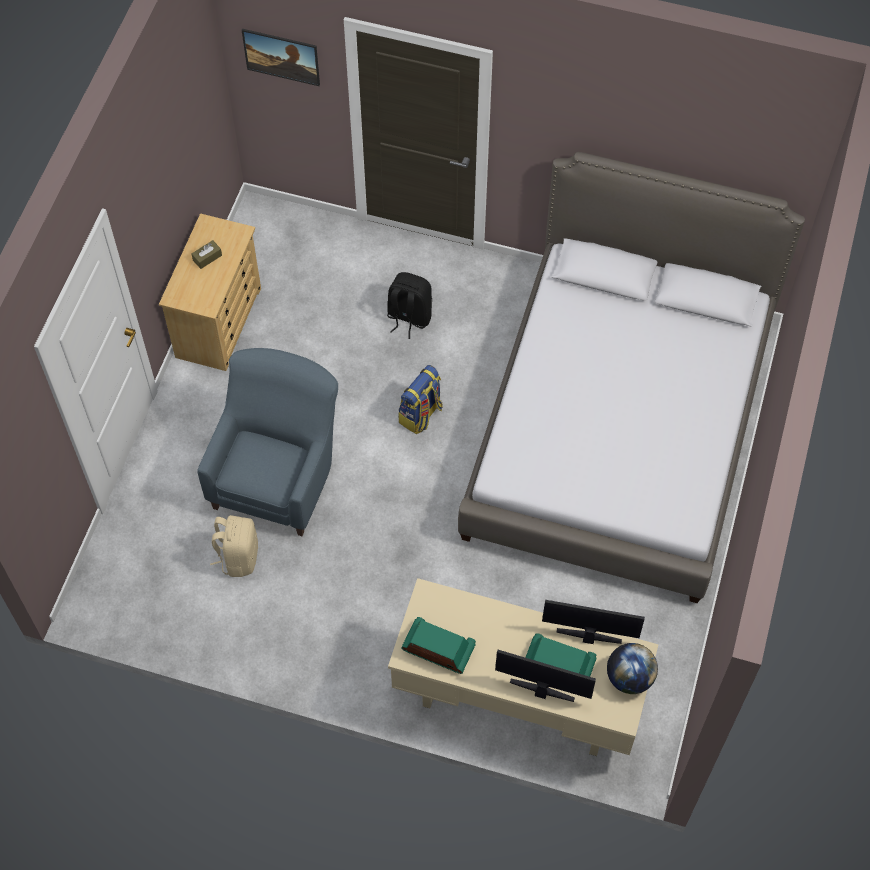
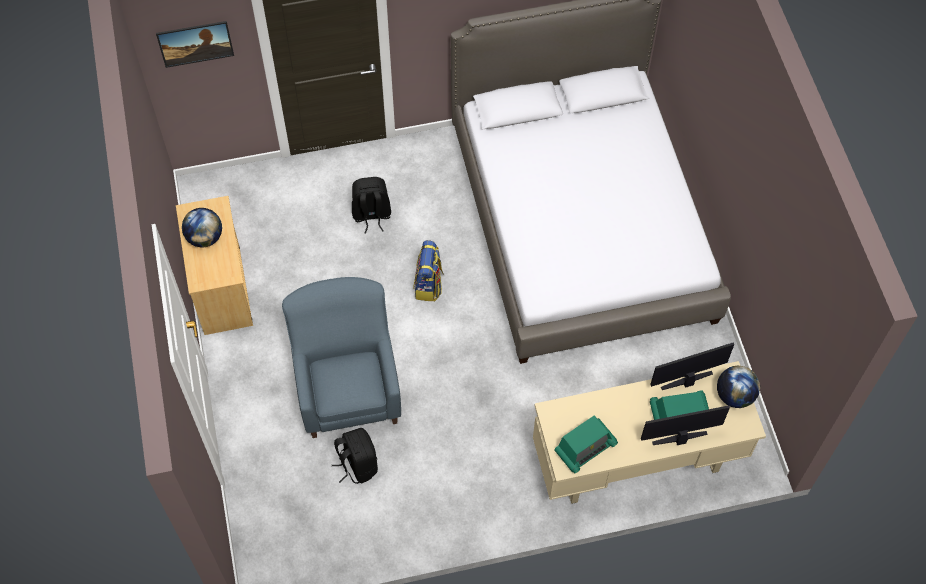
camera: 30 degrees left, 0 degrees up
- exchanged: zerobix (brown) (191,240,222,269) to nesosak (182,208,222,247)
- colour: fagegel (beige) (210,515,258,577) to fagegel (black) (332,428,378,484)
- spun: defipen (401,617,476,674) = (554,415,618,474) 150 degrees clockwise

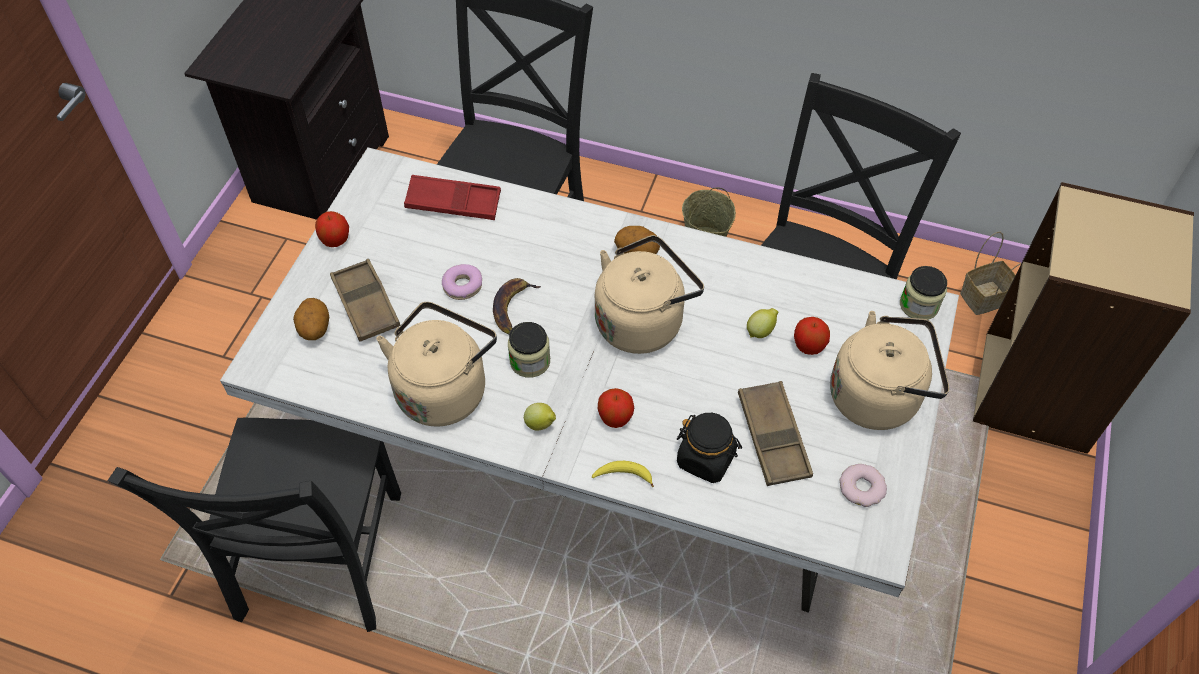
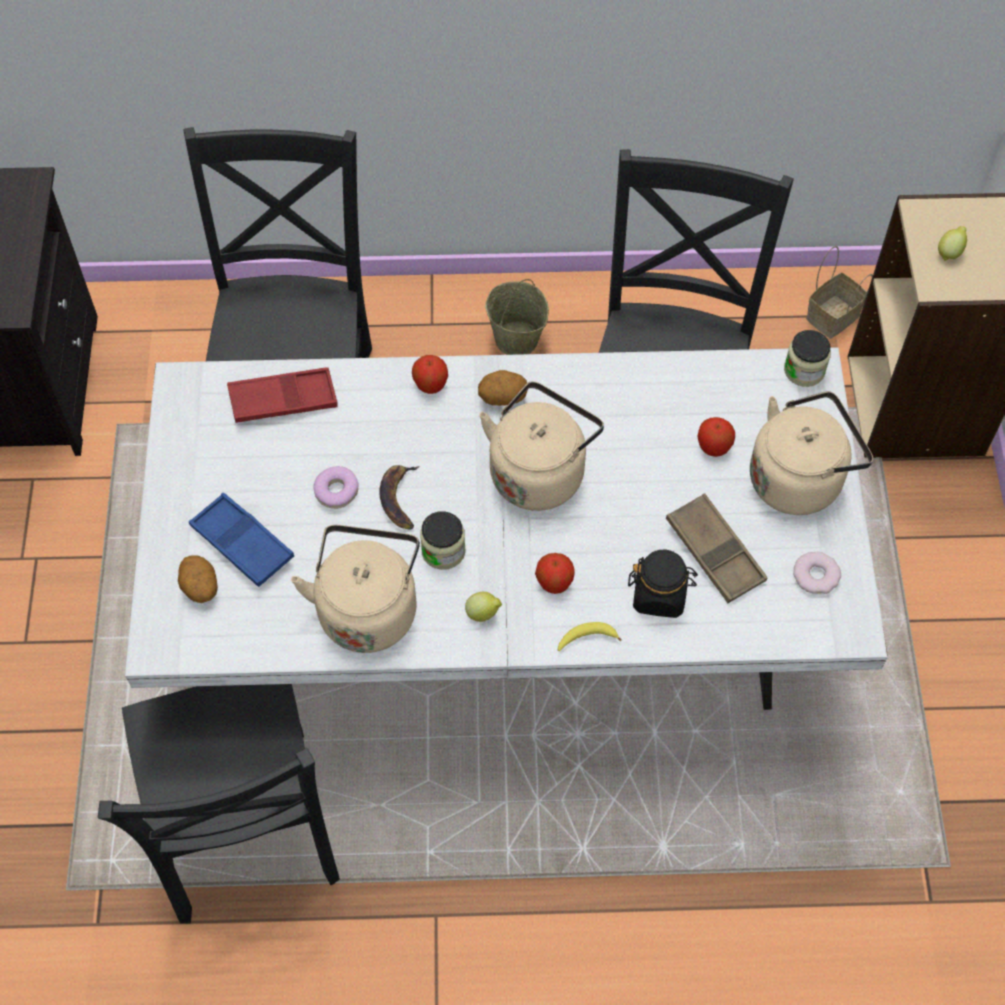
camera: 20 degrees left, 5 degrees up
- relocated: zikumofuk (315,211,349,247) to (412,355,448,394)
- relocated: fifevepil (747,308,778,338) to (938,226,967,261)
- colour: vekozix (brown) (330,259,401,342) to vekozix (blue) (189,493,294,587)

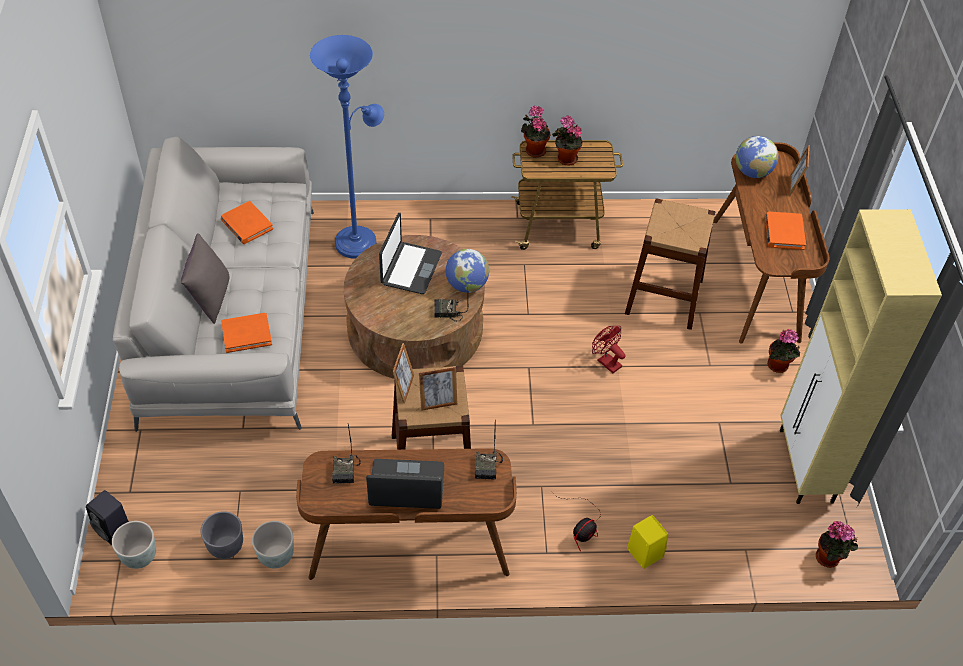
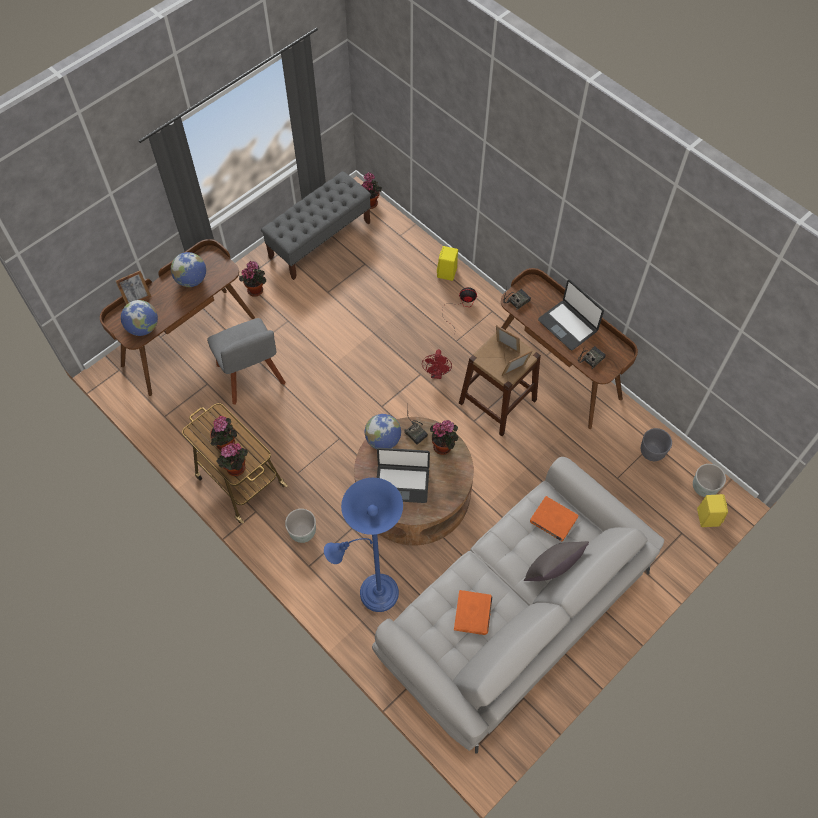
camera: 130 degrees left, 10 degrees up
- appeared: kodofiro (430,420,458,455)
- relocated: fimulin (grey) (252,521,294,568) to (285,509,316,543)
- relocated: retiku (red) (592,326,625,373) to (422,349,452,379)
- exchanged: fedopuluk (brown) (625,198,715,330) to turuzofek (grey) (207,318,286,405)
- exchanged: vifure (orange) (765,212,806,250) to nesosak (171,252,206,287)
- exchanged: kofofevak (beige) (780,209,942,504) to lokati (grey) (261,171,371,280)
- colour: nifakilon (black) (86,490,129,545) to nifakilon (yellow) (697,494,728,527)
- spun: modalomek (379,213,442,294) = (377,448,430,503) 150 degrees counterclockwise

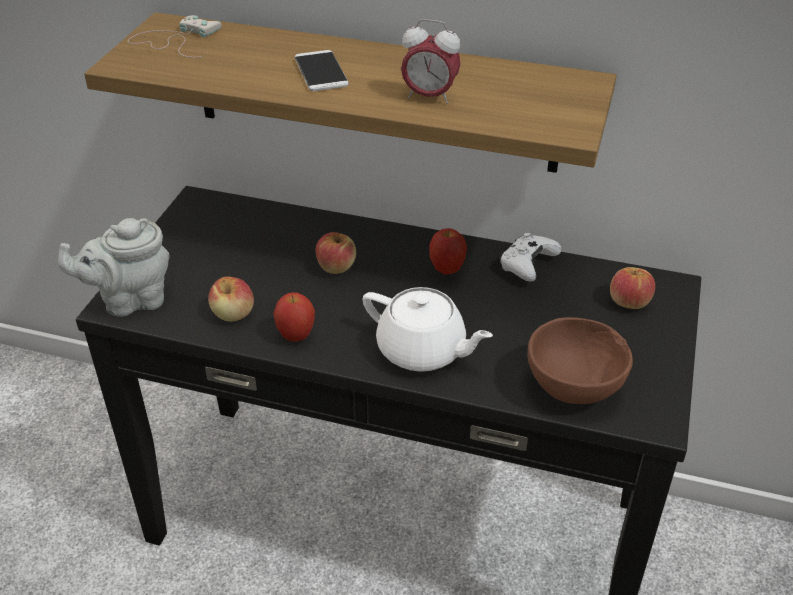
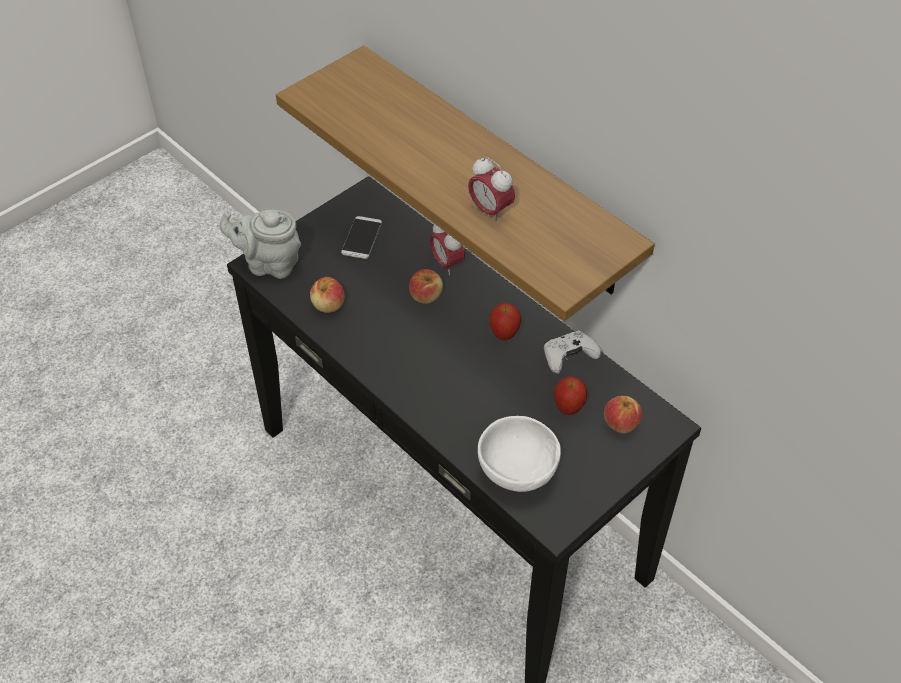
camera: 30 degrees right, 10 degrees up
- missing: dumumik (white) (128,15,222,57)
- missing: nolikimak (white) (362,287,493,372)
- appeared: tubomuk (430,224,465,275)
- relocated: zikumofuk (274,292,315,342) to (554,376,588,415)
- relocated: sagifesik (295,50,349,91) to (341,216,382,259)
- colour: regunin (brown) (528,317,633,404) to regunin (white) (478,416,561,492)

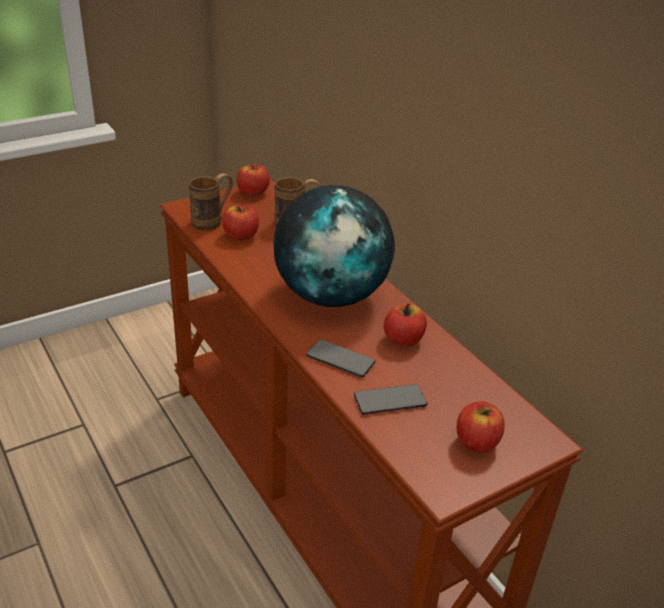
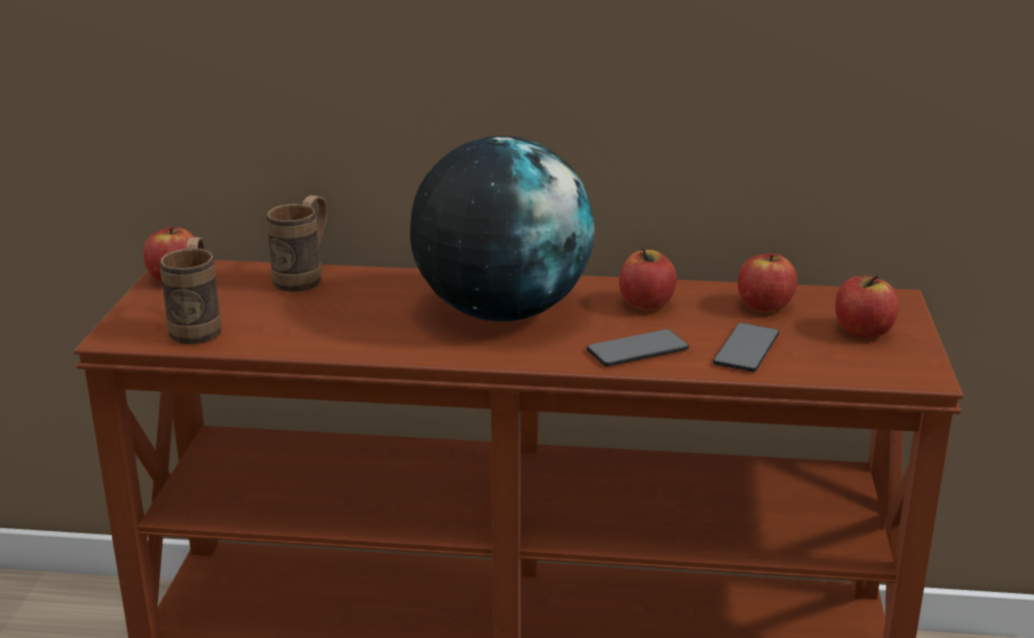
camera: 50 degrees left, 10 degrees down
- relocated: zikumofuk (222,205,259,240) to (738,253,797,313)

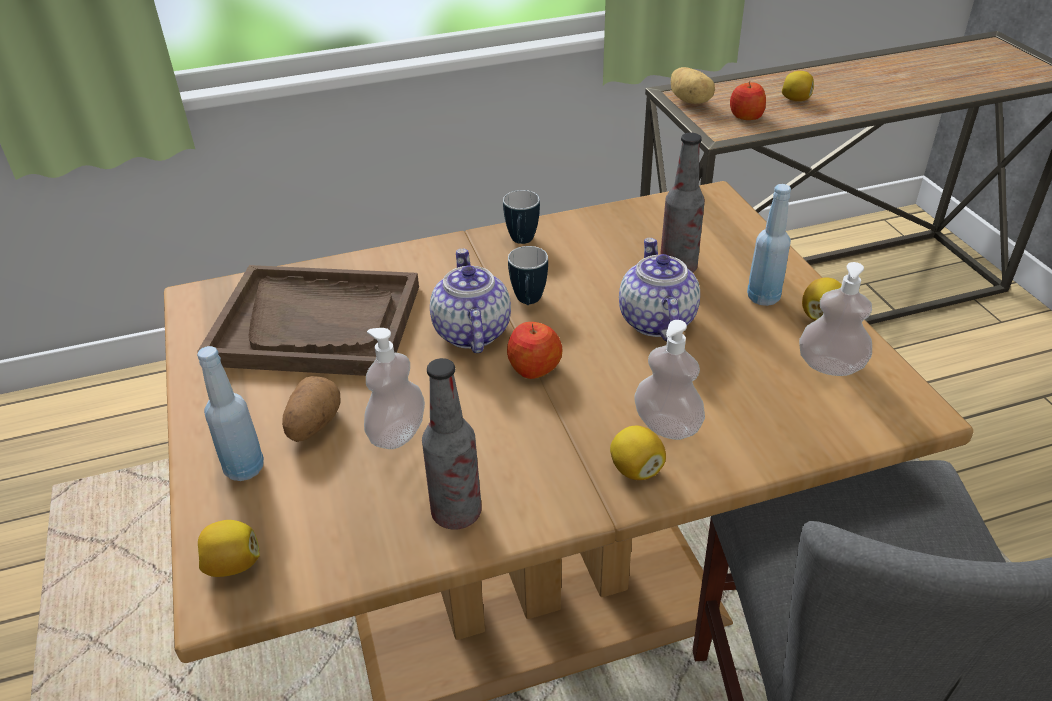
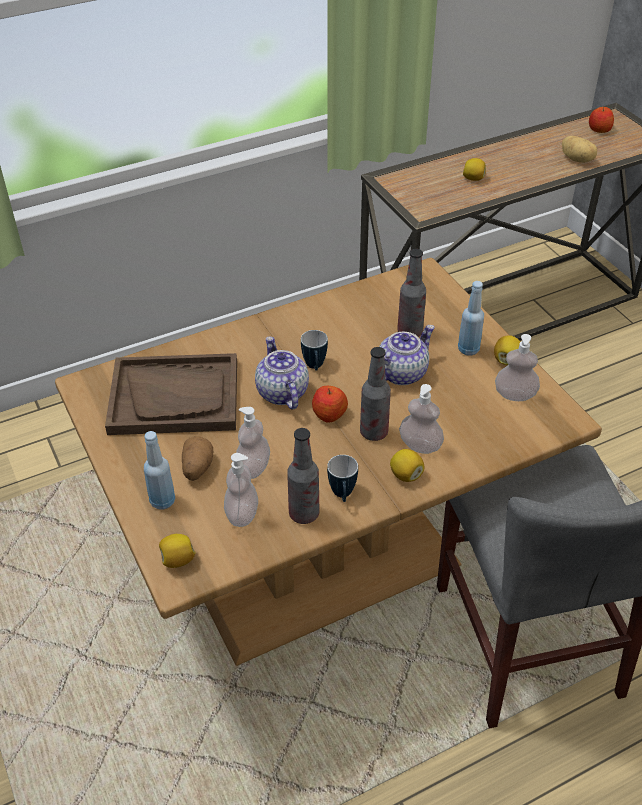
camera: 10 degrees left, 5 degrees up
- appeared: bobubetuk (224,453,258,527)
- appeared: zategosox (360,347,391,441)
- relocated: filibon (503,190,540,244) to (327,455,358,502)
- relocated: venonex (671,67,715,104) to (562,136,597,163)
- relocated: zikumofuk (730,82,766,120) to (589,107,614,133)
- spun: nolikimak (619,238,700,341) = (379,325,435,385) 60 degrees clockwise

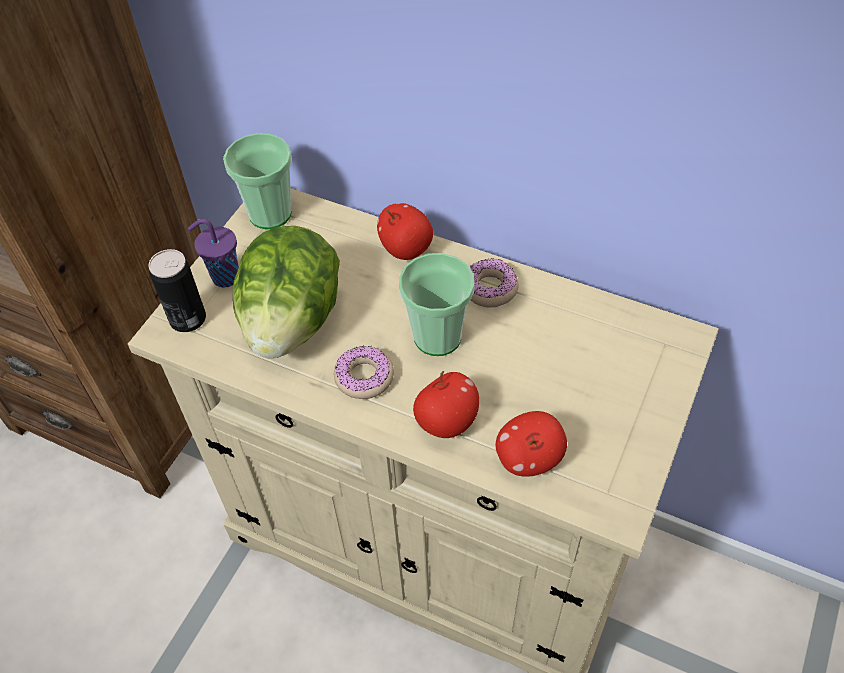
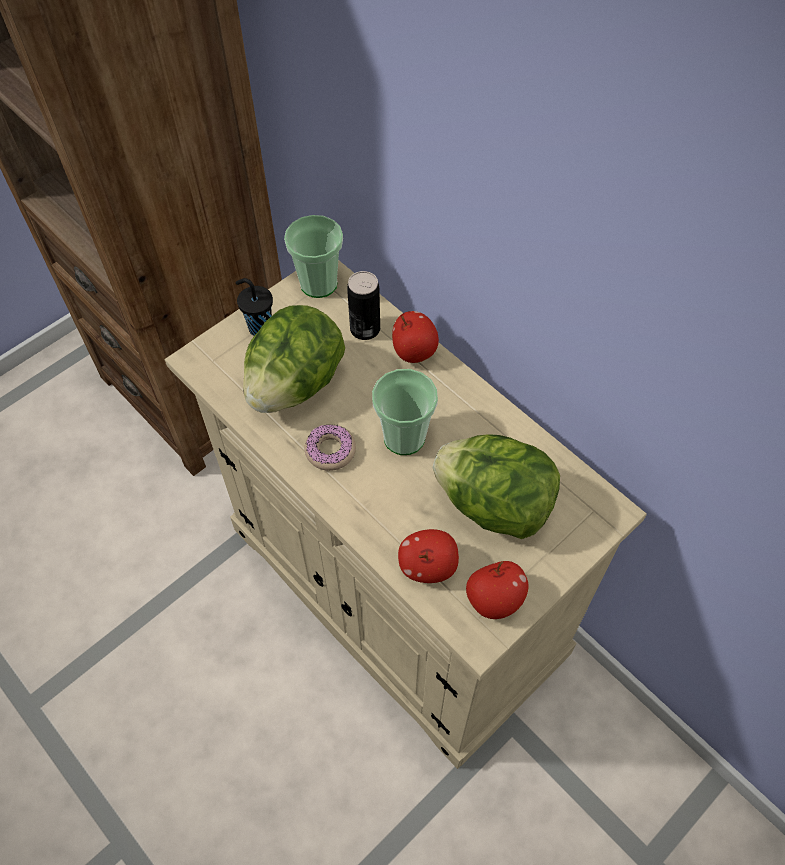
camera: 20 degrees right, 5 degrees up
- missing: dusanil (469,258,519,308)
- appeared: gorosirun (433,434,560,539)
- relocated: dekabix (148,249,206,332) to (347,271,380,340)
- relocated: zikumofuk (413,371,479,438) to (466,561,528,619)
- colour: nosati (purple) (188,219,239,288) to nosati (black) (235,278,273,336)

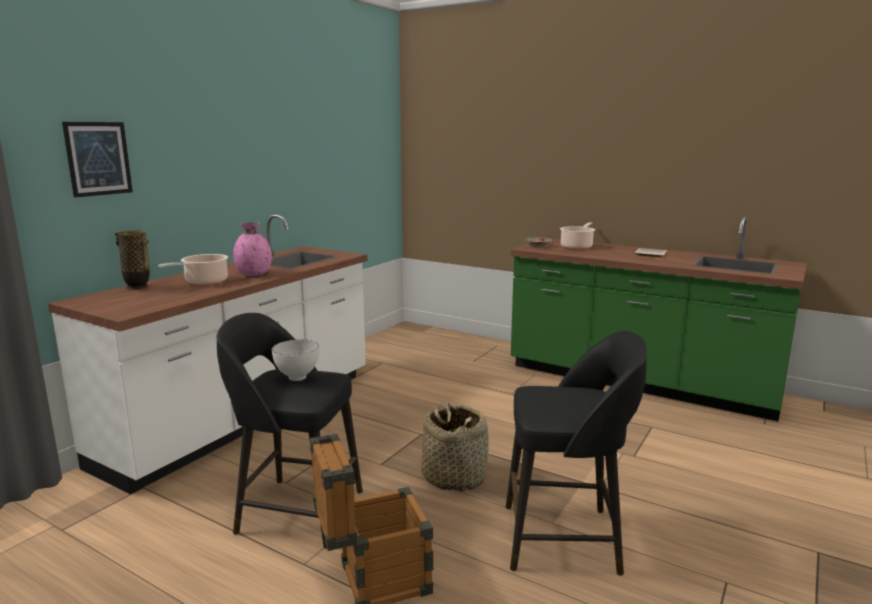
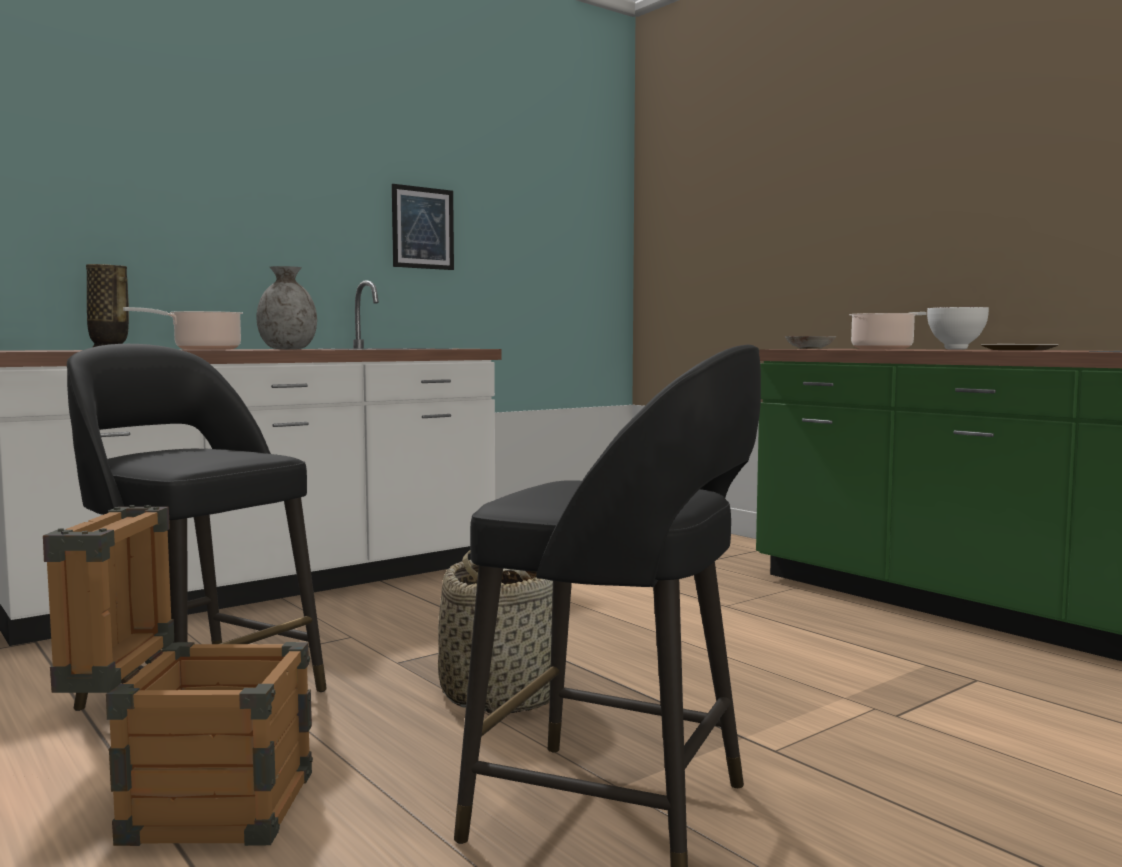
camera: 20 degrees right, 10 degrees down
- relocated: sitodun (62,122,133,198) to (392,184,454,270)
- relocated: regunin (white) (272,340,319,381) to (927,307,989,350)
- colour: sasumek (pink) (233,222,272,276) to sasumek (grey) (256,266,317,349)

